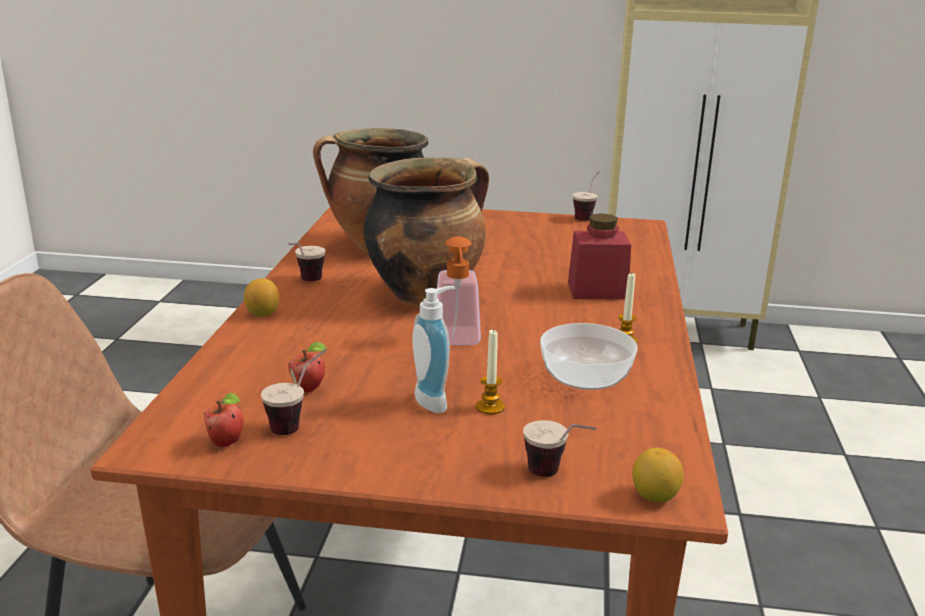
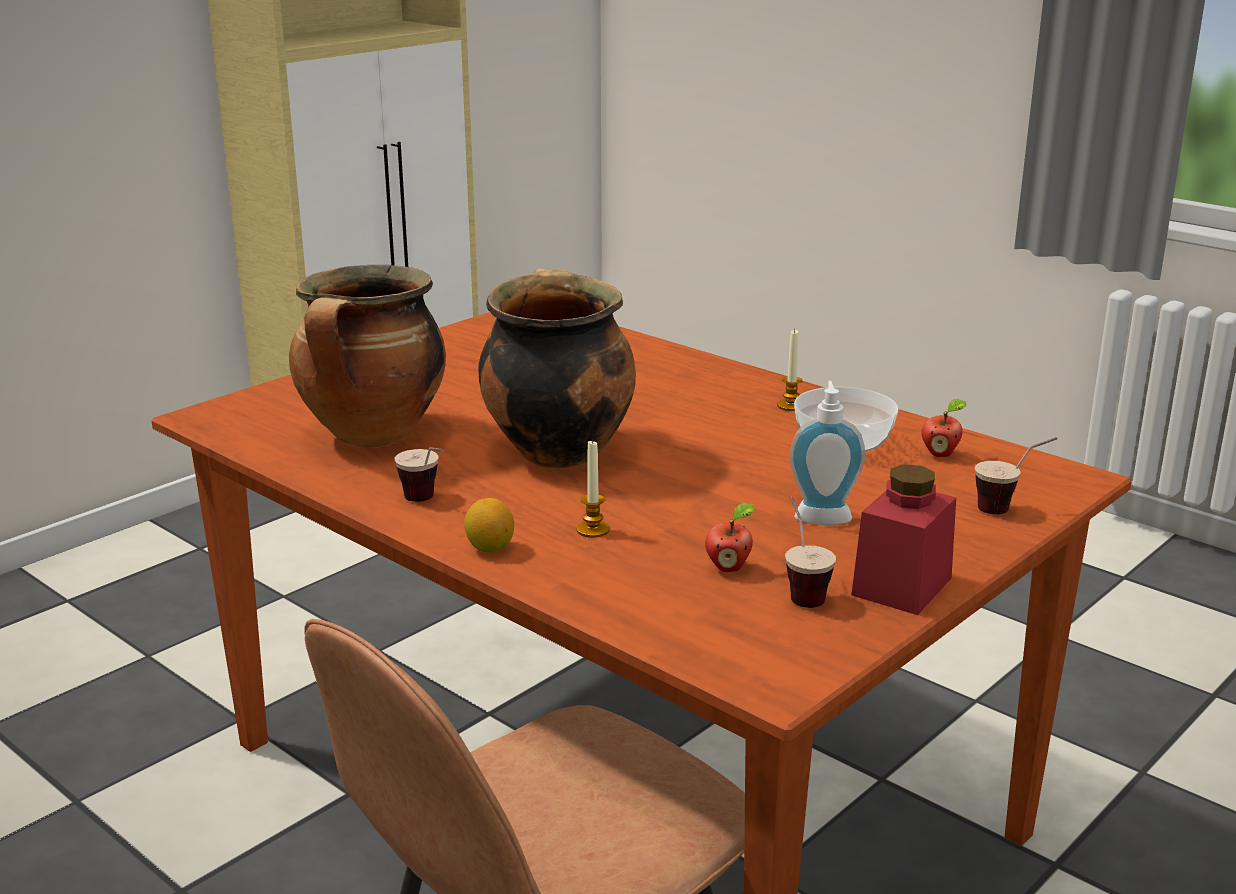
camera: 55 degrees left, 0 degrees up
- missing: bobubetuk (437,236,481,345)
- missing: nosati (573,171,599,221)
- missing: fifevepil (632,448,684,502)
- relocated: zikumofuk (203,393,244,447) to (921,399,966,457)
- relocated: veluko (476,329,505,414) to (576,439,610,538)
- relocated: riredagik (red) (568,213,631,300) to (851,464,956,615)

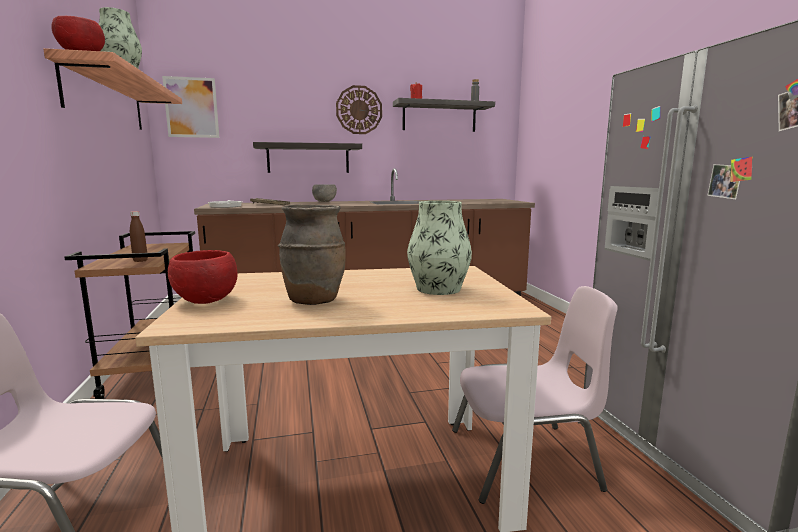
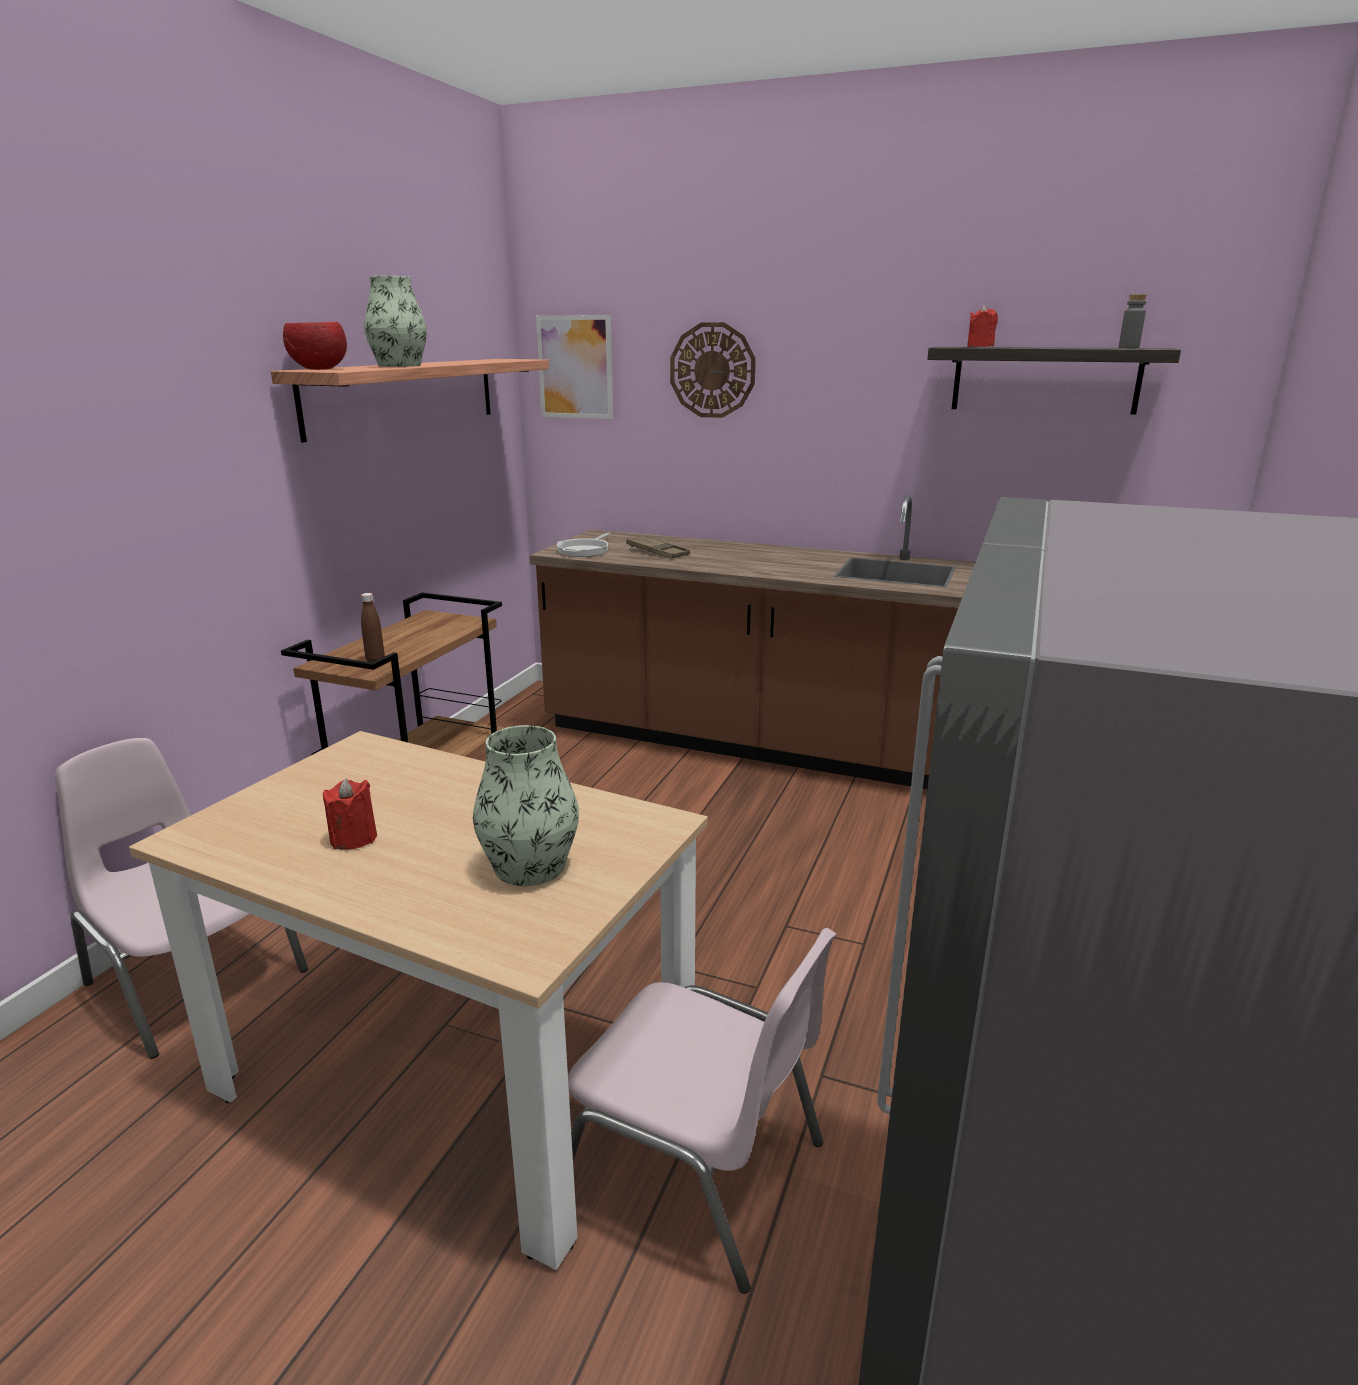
camera: 35 degrees right, 10 degrees up
- missing: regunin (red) (168,250,238,304)
- missing: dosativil (253,142,362,173)
- missing: regunin (grey) (312,184,337,202)
- relocated: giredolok (336,85,382,134) to (670,322,756,418)
- exchanged: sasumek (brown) (278,204,346,305) to veluko (red) (323,778,377,850)

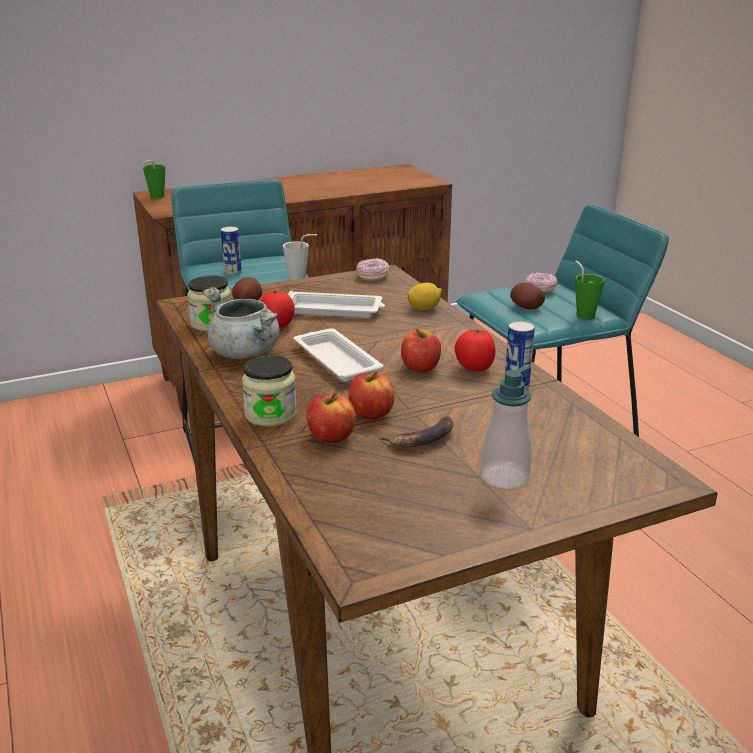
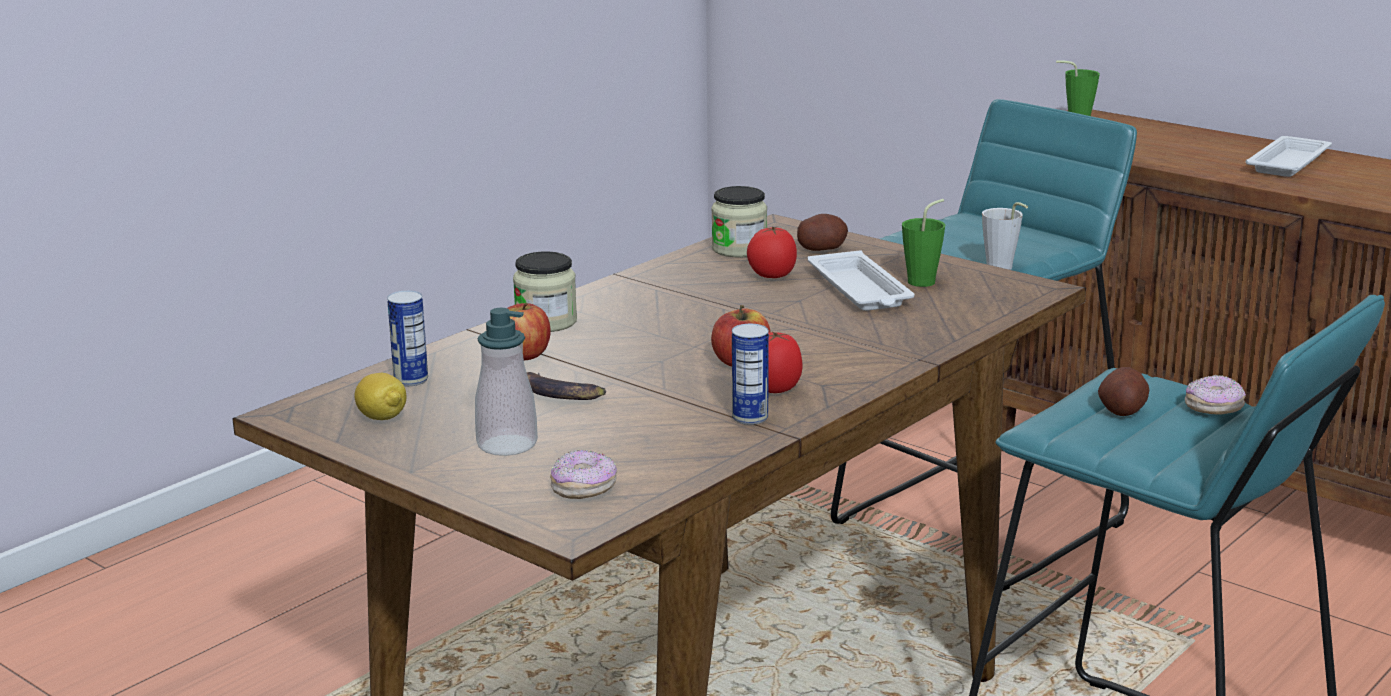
camera: 65 degrees right, 5 degrees down
- missing: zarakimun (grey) (202,287,279,359)
- missing: zikumofuk (349,371,395,419)
- relocated: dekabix (221,226,242,276) to (387,291,428,386)
- relocated: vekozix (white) (294,328,384,381) to (1246,136,1332,177)
- relocated: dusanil (357,258,389,281) to (550,450,617,499)
- relocated: fifevepil (407,283,442,310) to (354,373,406,420)
- relocated: nosati (green) (575,260,605,320) to (902,199,946,287)

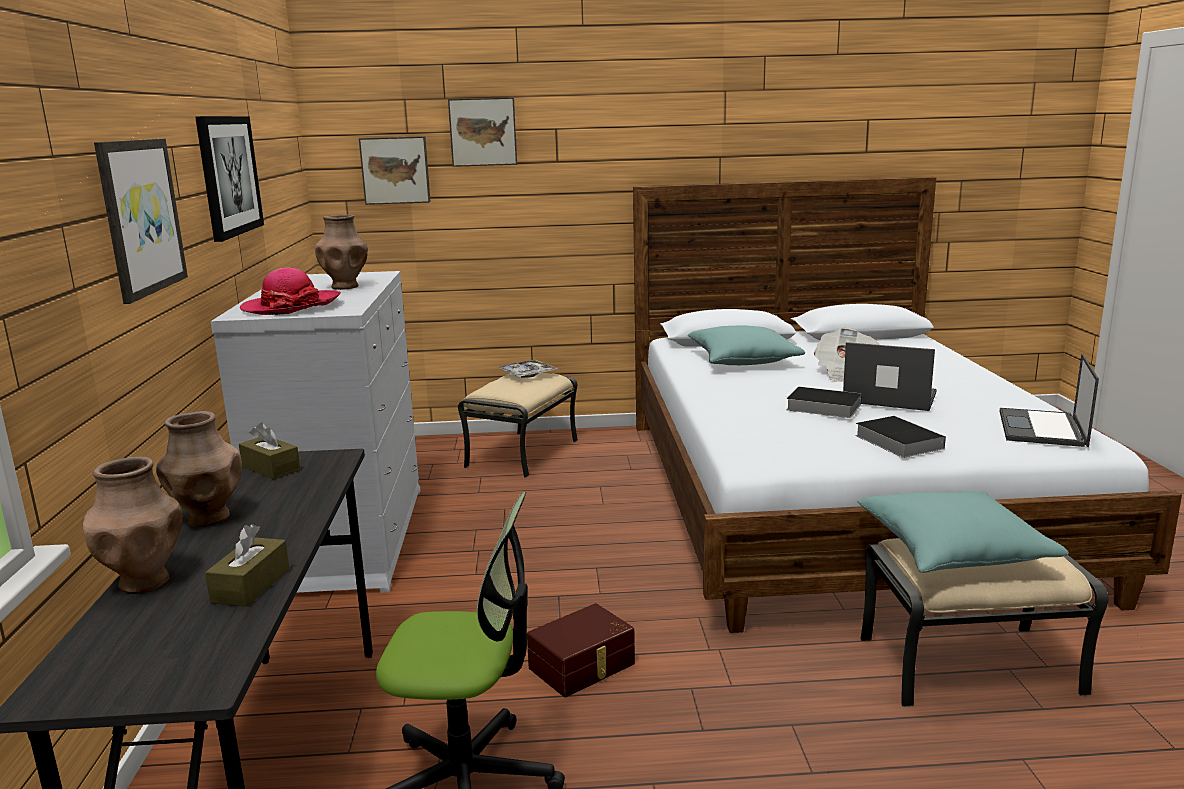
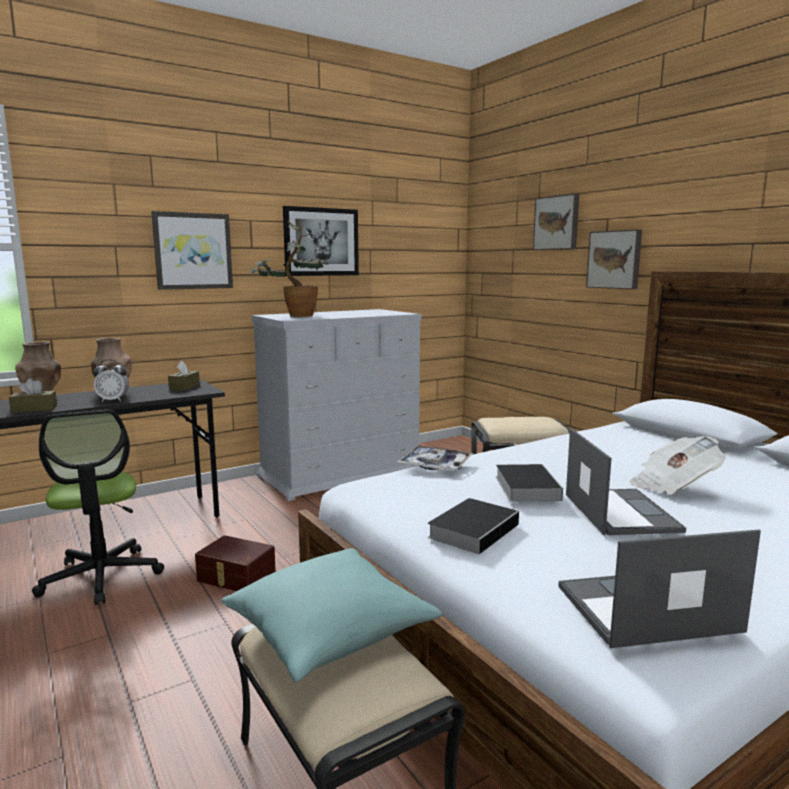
camera: 60 degrees right, 5 degrees down
- missing: sasumek (brown) (315,215,368,290)
- missing: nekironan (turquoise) (688,325,805,365)
- appeared: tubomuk (93,359,129,402)
- relocated: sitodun (359,136,431,205) to (586,229,642,289)
- relocated: vekozix (497,360,558,378) to (397,446,473,471)
- exchanged: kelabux (240,268,341,315) to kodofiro (250,220,329,317)

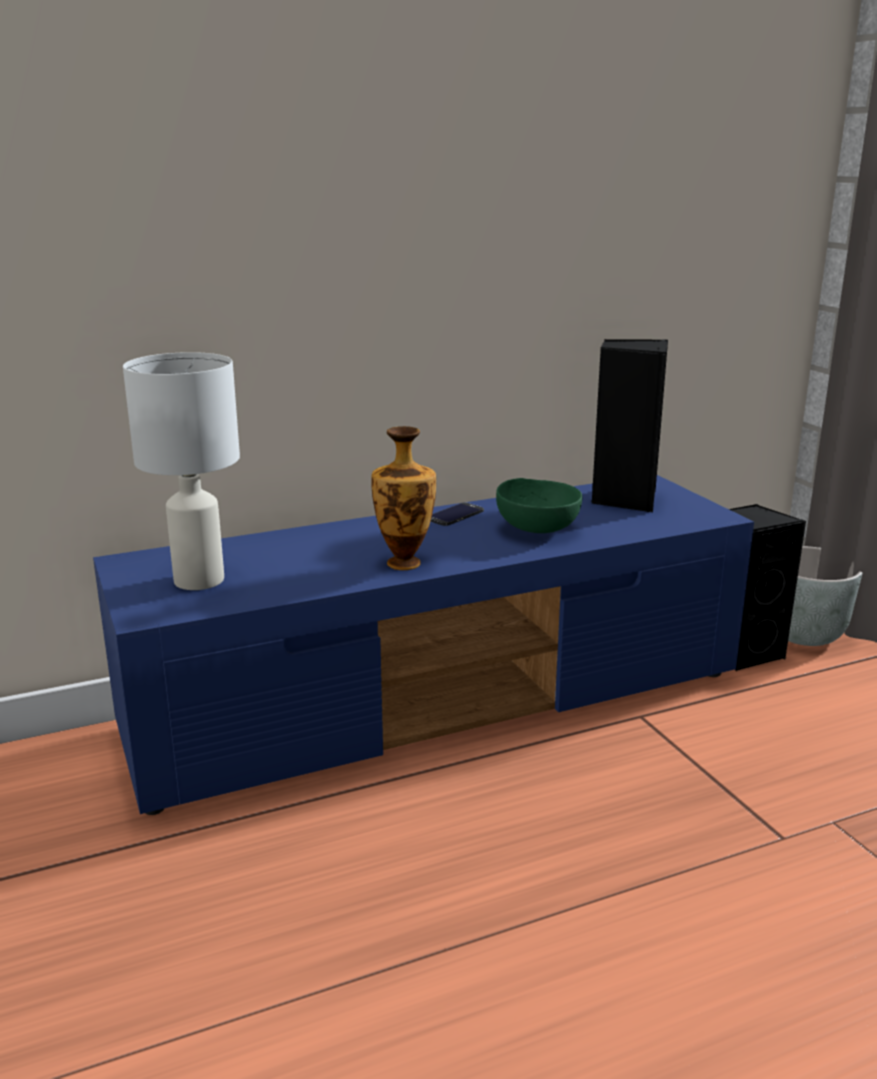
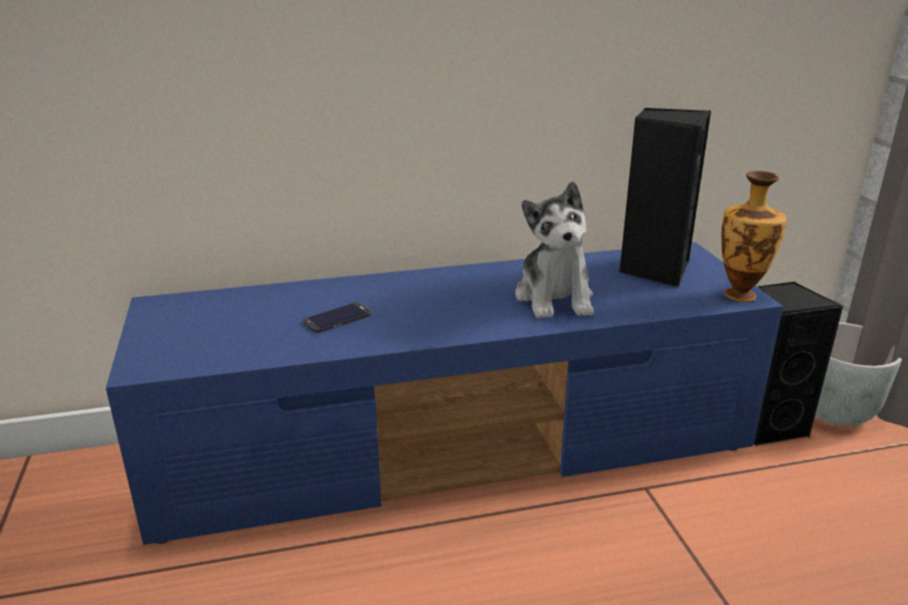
camera: 10 degrees right, 5 degrees up
- missing: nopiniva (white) (123,352,240,590)
- relocated: sasumek (371,426,436,570) to (721,171,787,302)
- relocated: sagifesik (430,503,484,526) to (303,302,372,333)
- exchanged: regunin (green) (496,478,582,533) to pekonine (515,181,594,319)

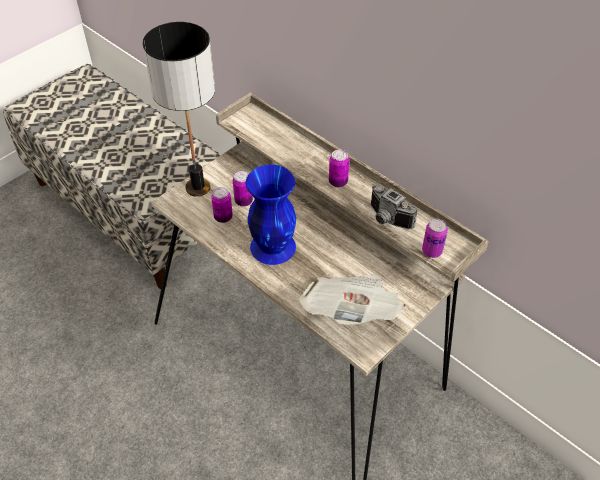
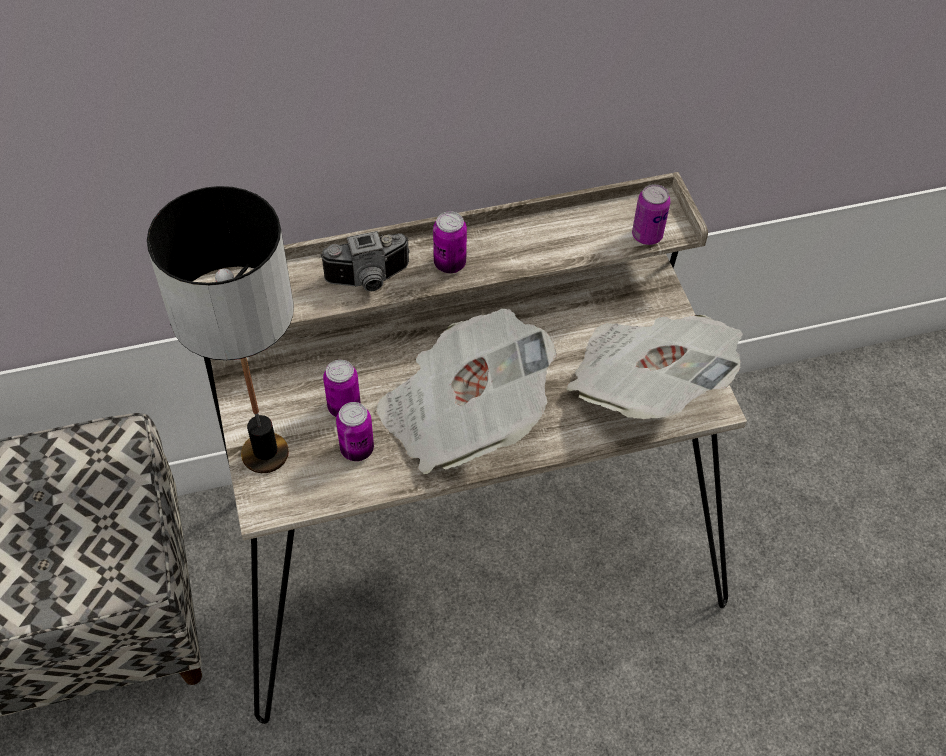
camera: 60 degrees left, 5 degrees up
- relocated: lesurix (371,185,417,229) to (319,231,410,291)
- exchanged: sasumek (blue) (245,165,296,265) to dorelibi (376,309,557,474)

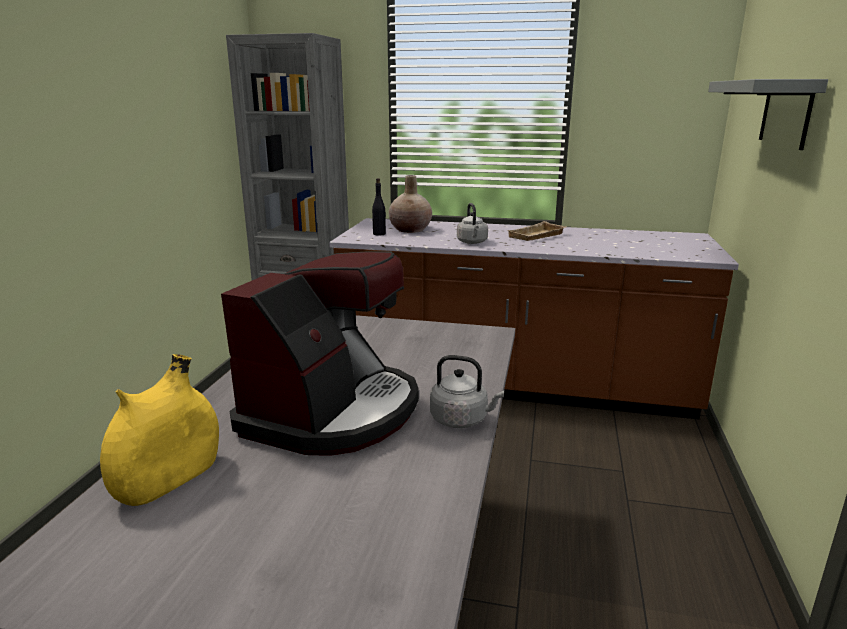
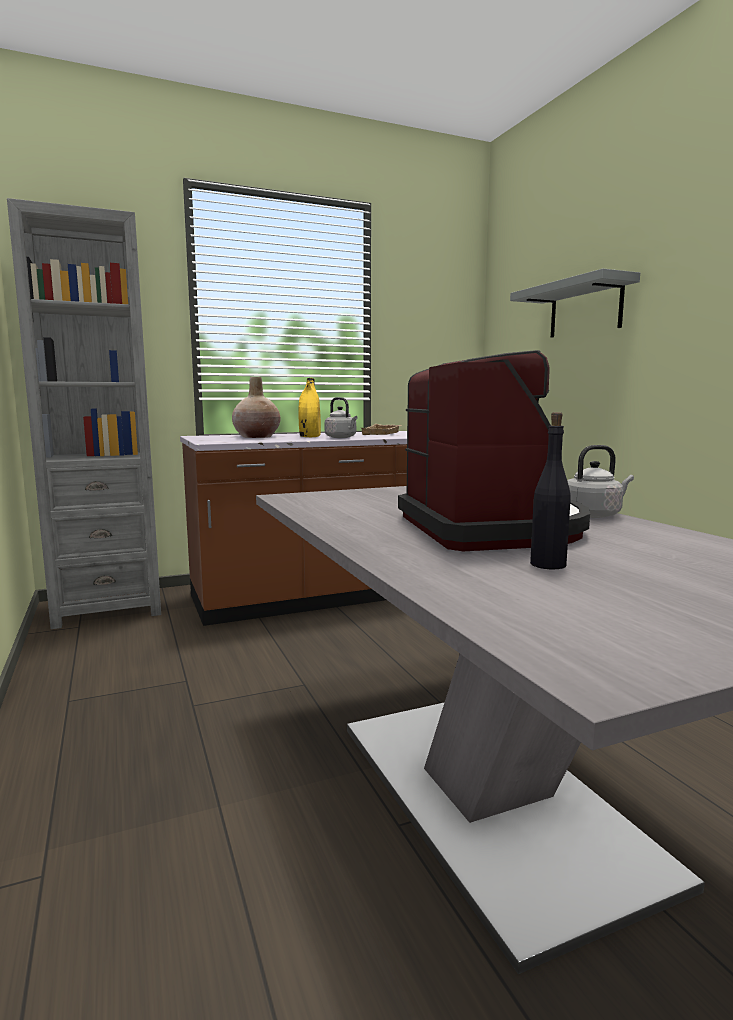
camera: 35 degrees left, 10 degrees down
- relocated: sasumek (yellow) (100,354,219,506) to (298,378,321,437)
- relocated: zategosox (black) (372,178,386,236) to (530,412,571,570)

